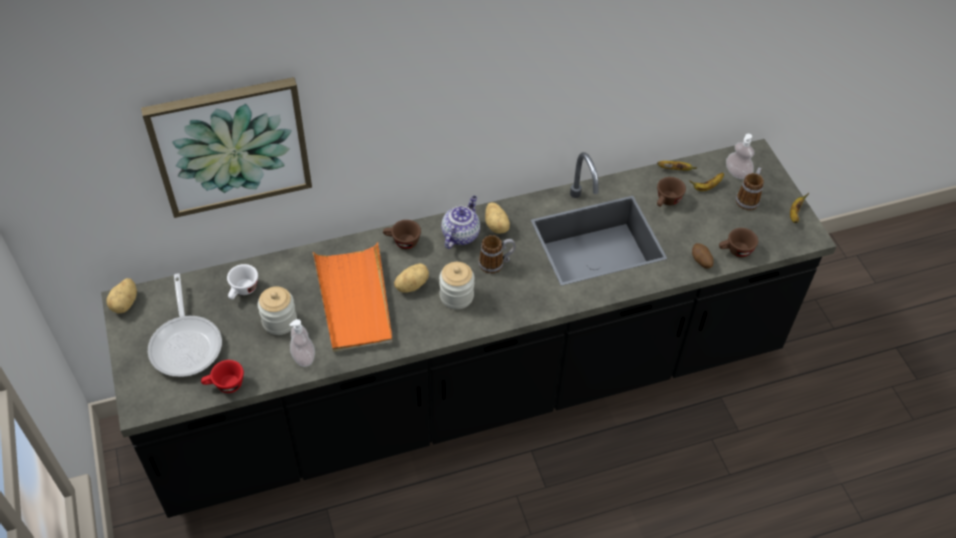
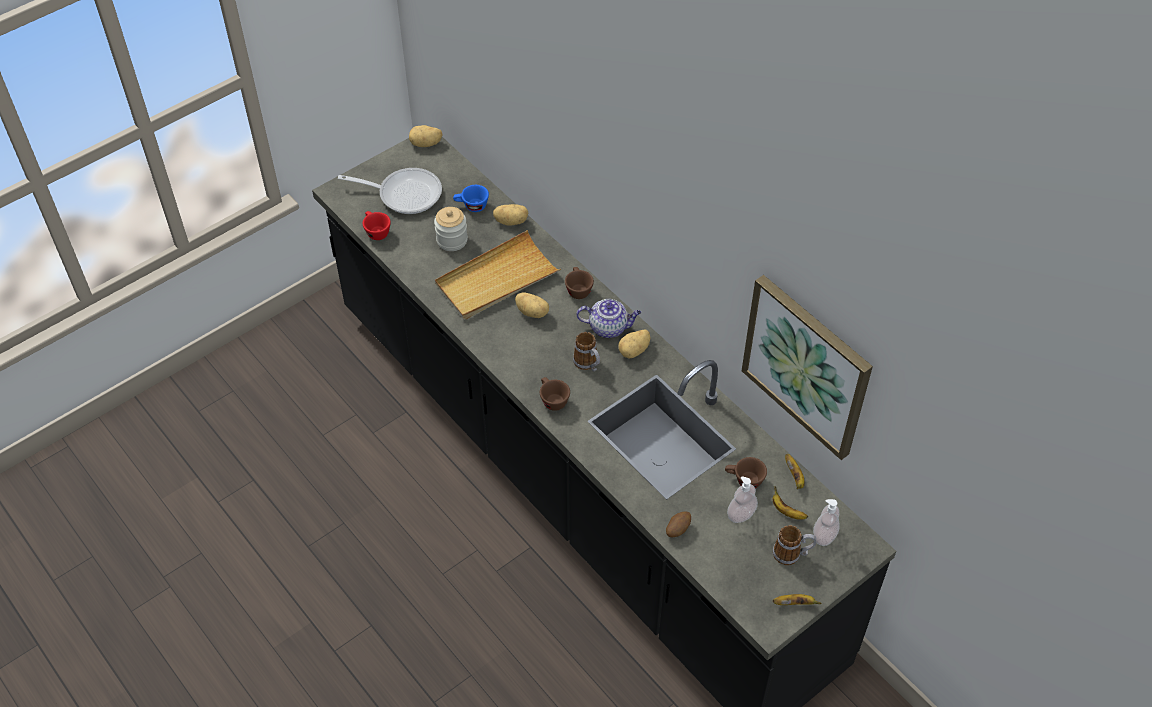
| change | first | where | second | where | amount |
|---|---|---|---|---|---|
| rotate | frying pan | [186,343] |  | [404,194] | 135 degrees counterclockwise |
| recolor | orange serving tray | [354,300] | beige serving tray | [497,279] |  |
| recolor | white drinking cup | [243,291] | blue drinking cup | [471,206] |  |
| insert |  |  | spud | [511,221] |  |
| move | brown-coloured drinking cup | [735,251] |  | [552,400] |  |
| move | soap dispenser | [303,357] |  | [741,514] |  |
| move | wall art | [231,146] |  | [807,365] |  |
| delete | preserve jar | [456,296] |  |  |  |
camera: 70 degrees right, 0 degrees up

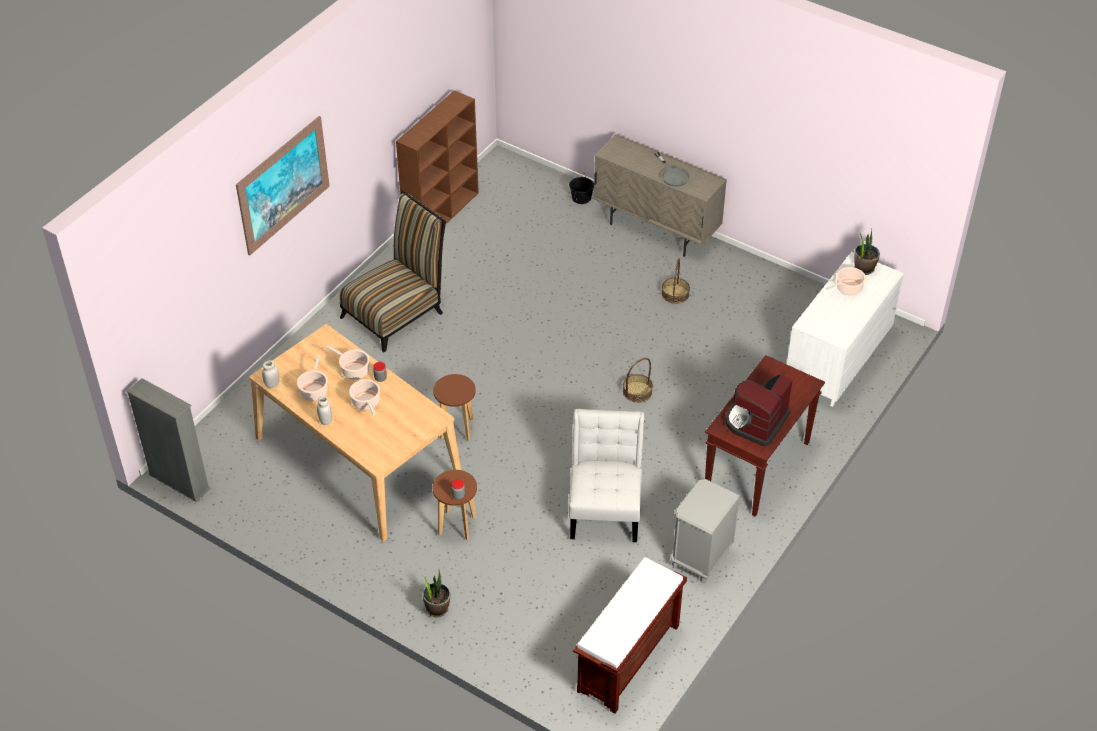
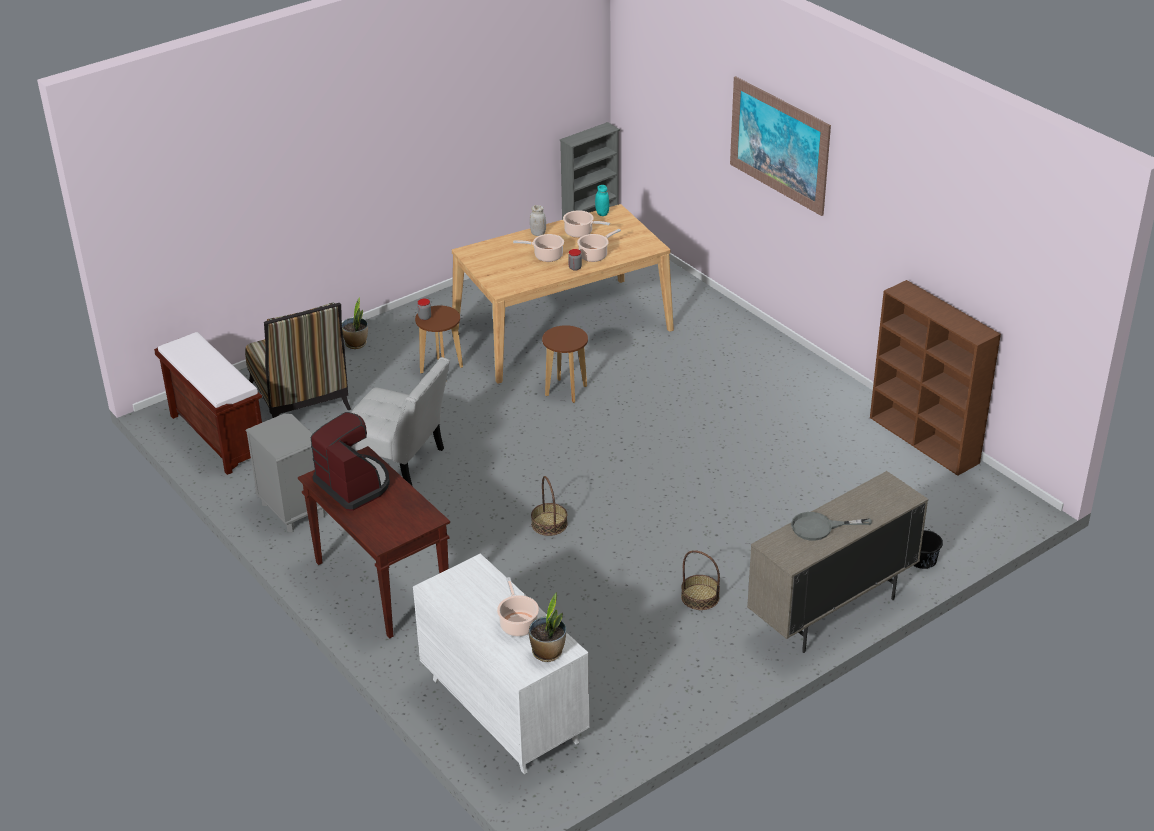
| change | first | where | second | where | amount |
|---|---|---|---|---|---|
| move | chair | [397,312] |  | [301,400] |  |
| recolor | white preserve jar | [272,384] | blue-green preserve jar | [602,213] |  |
camera: 110 degrees right, 10 degrees down

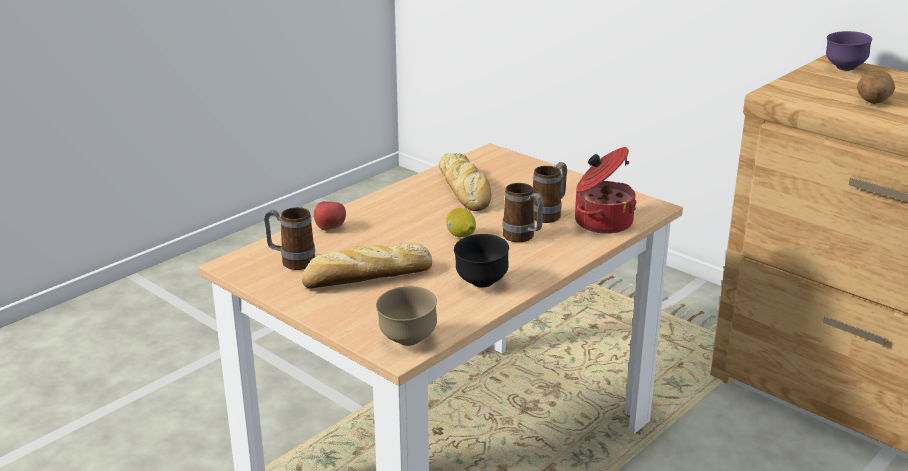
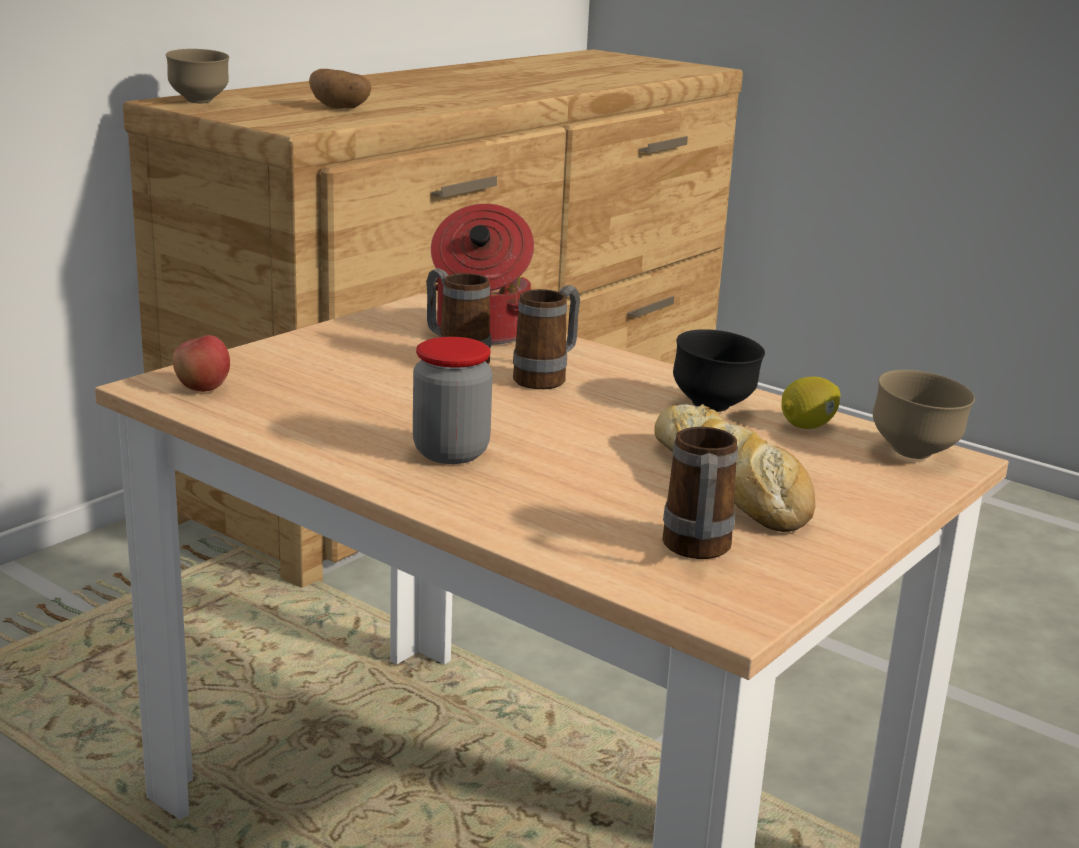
| change | first | where | second | where | amount |
|---|---|---|---|---|---|
| recolor | purplish deep dish | [844,69] | brown-coloured deep dish | [199,102] |  |
| move | whole apple | [330,228] |  | [203,388] |  |
| insert |  |  | preserve jar | [451,452] |  |
| move | whole lemon | [461,236] |  | [808,426] |  |
| delete | bread | [465,190] |  |  |  |
camera: 95 degrees left, 5 degrees down

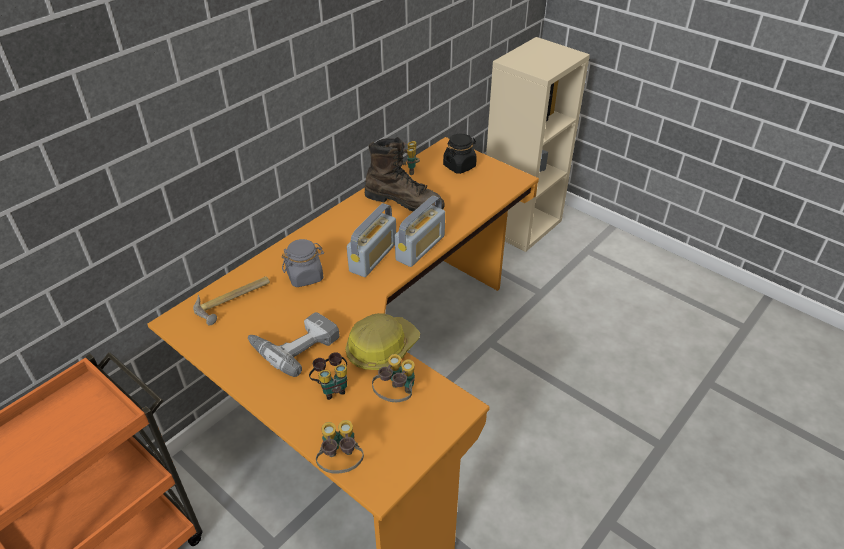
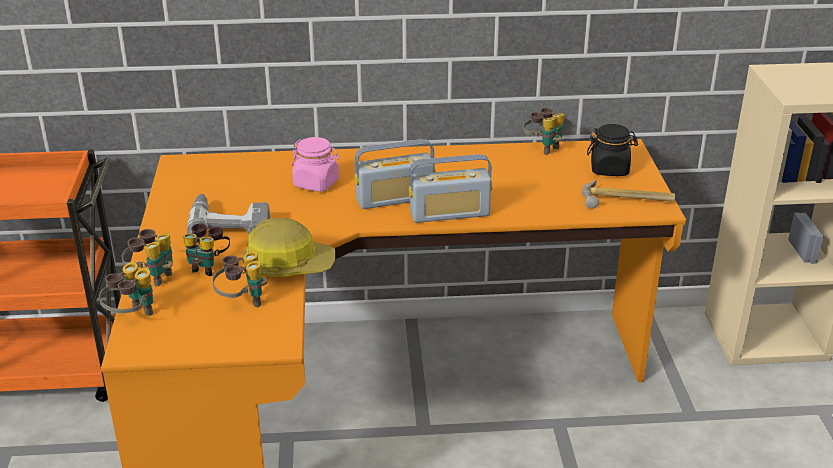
| change | first | where | second | where | amount |
|---|---|---|---|---|---|
| insert |  |  | binoculars | [152,277] |  |
| recolor | gray preserve jar | [305,276] | pinkish preserve jar | [316,183] |  |
| move | tool hammer | [234,301] |  | [627,201] |  |
| delete | brown-coloured high-top boot | [404,202] |  |  |  |
camera: 45 degrees right, 10 degrees down

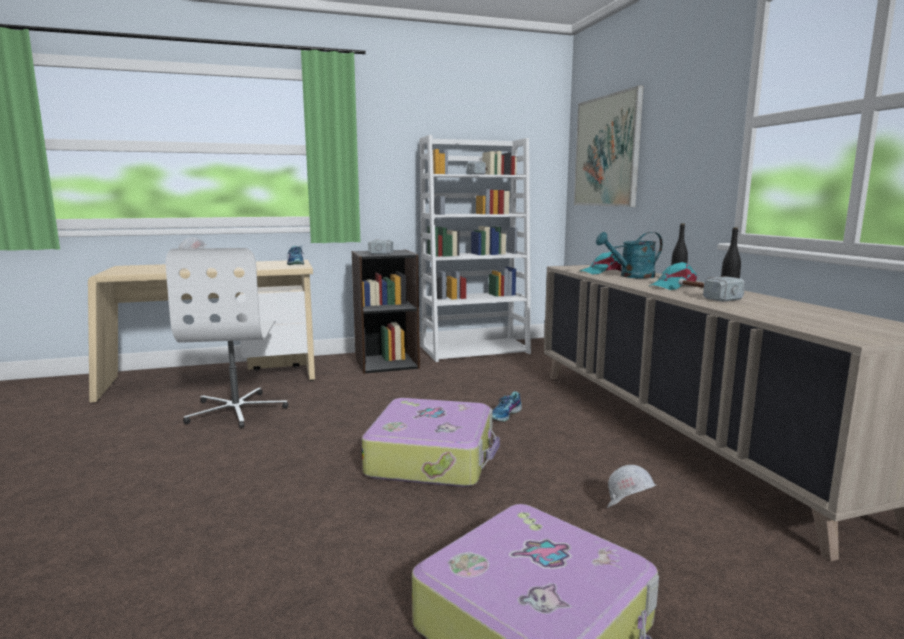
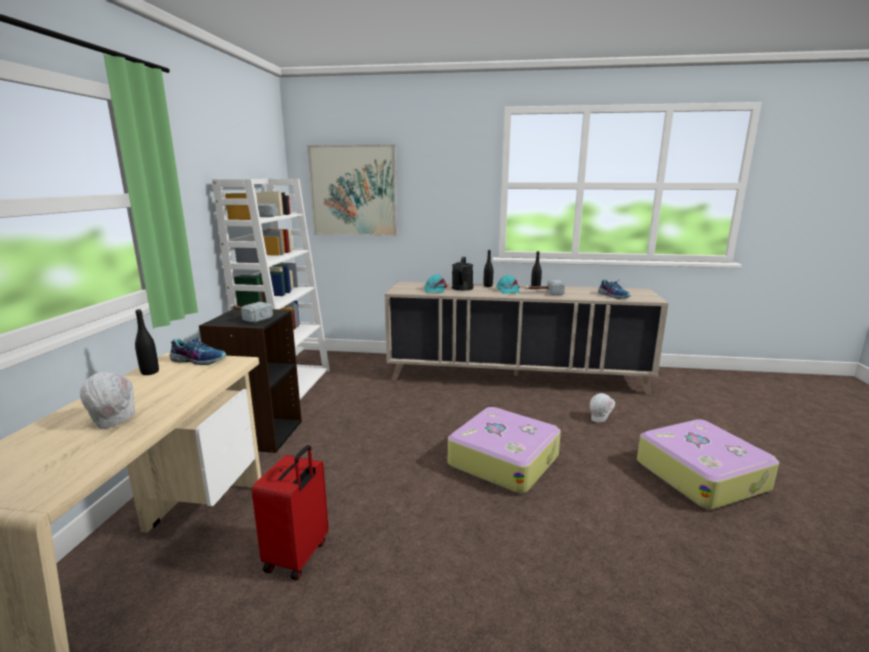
| change | first | where | second | where | amount |
|---|---|---|---|---|---|
| insert |  |  | blackish beverage bottle | [150,372] |  |
| replace | white desk chair | [237,410] | red-coloured suitcase | [298,556] |  |
| recolor | blue-green watering pot | [631,276] | blackish watering pot | [462,289] |  |
| move | low shoe | [505,415] |  | [614,295] |  |
camera: 65 degrees left, 5 degrees up

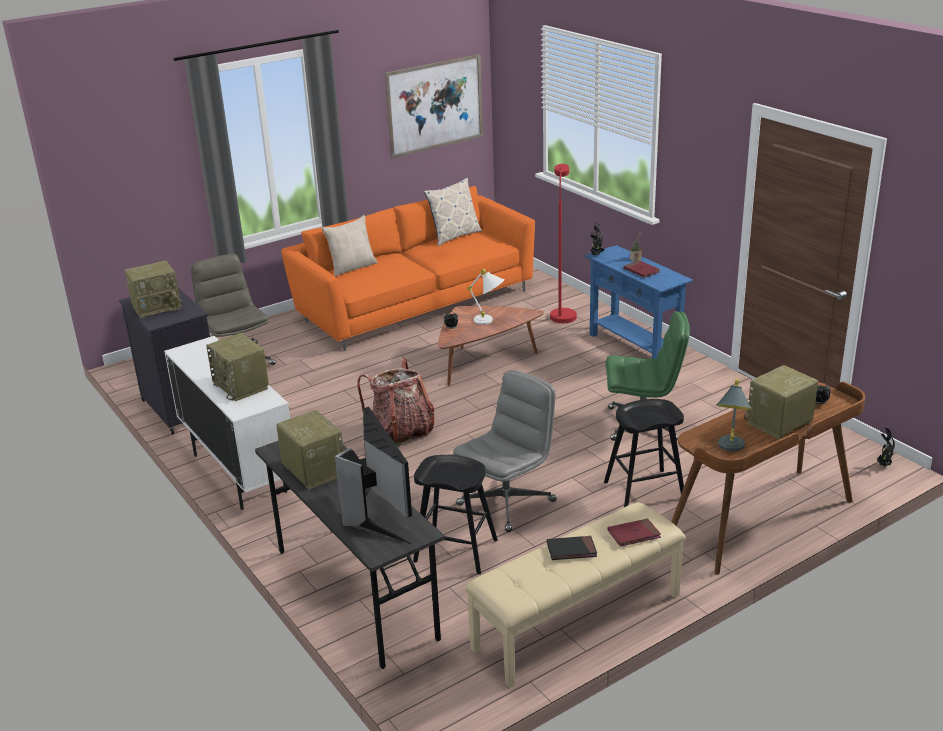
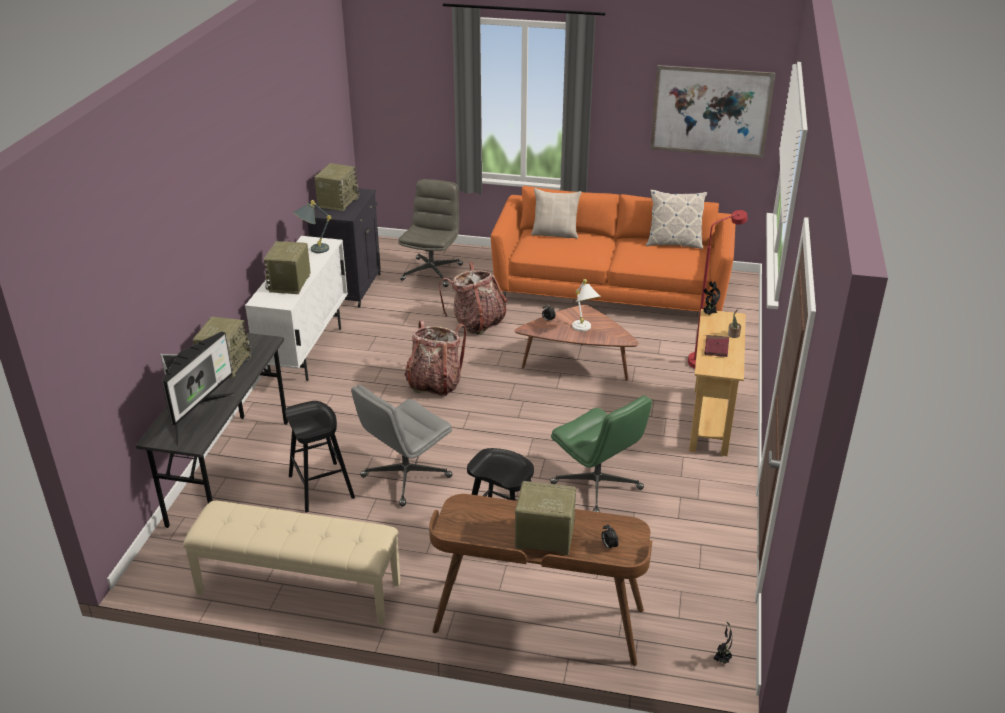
| change | first | where | second | where | amount |
|---|---|---|---|---|---|
| move | gray tabletop lamp | [730,449] |  | [313,250] |  |
| rotate | radio | [157,307] |  | [338,201] | 90 degrees counterclockwise |
| rotate | gray desk chair | [507,502] |  | [405,477] | 135 degrees clockwise |
| insert |  |  | backpack | [477,323] |  |
| recolor | blue hall table | [634,347] | beige hall table | [710,421] |  |
| delete | blackish book | [571,550] |  |  |  |
| delete | red-coloured book | [634,534] |  |  |  |
camera: 45 degrees right, 5 degrees up

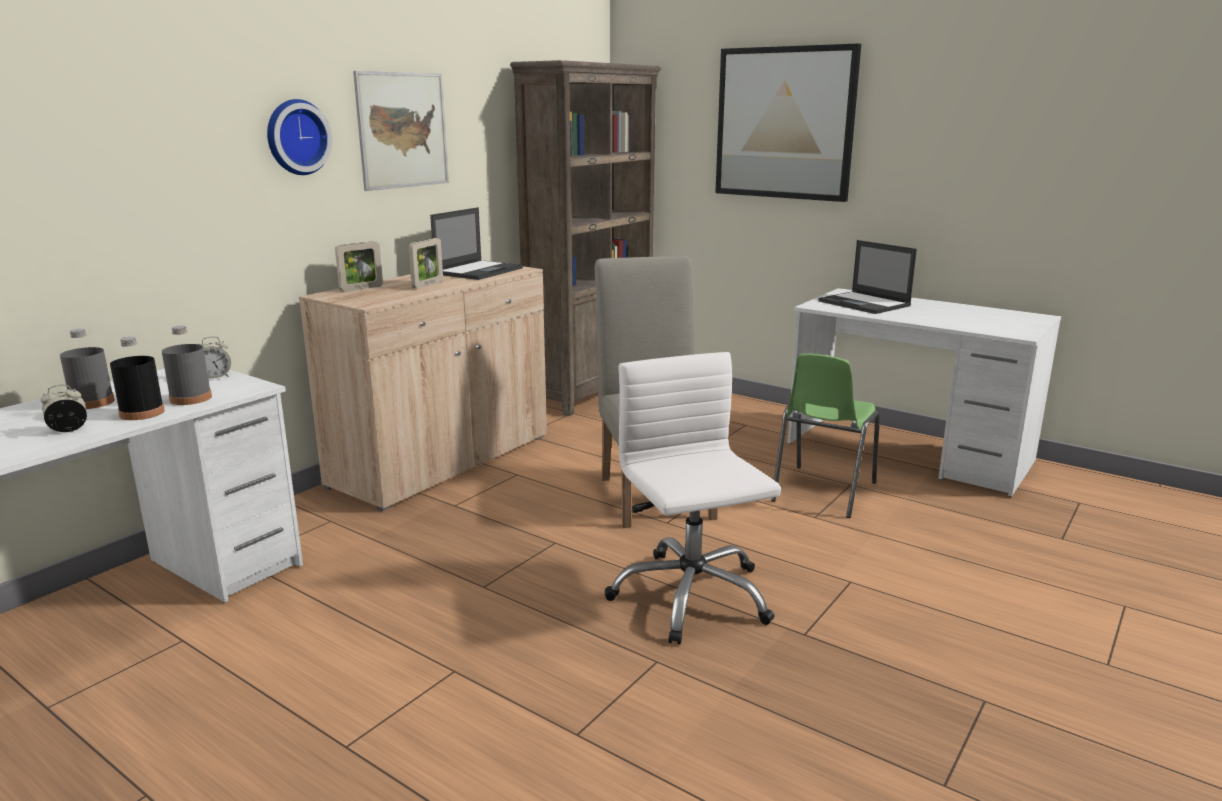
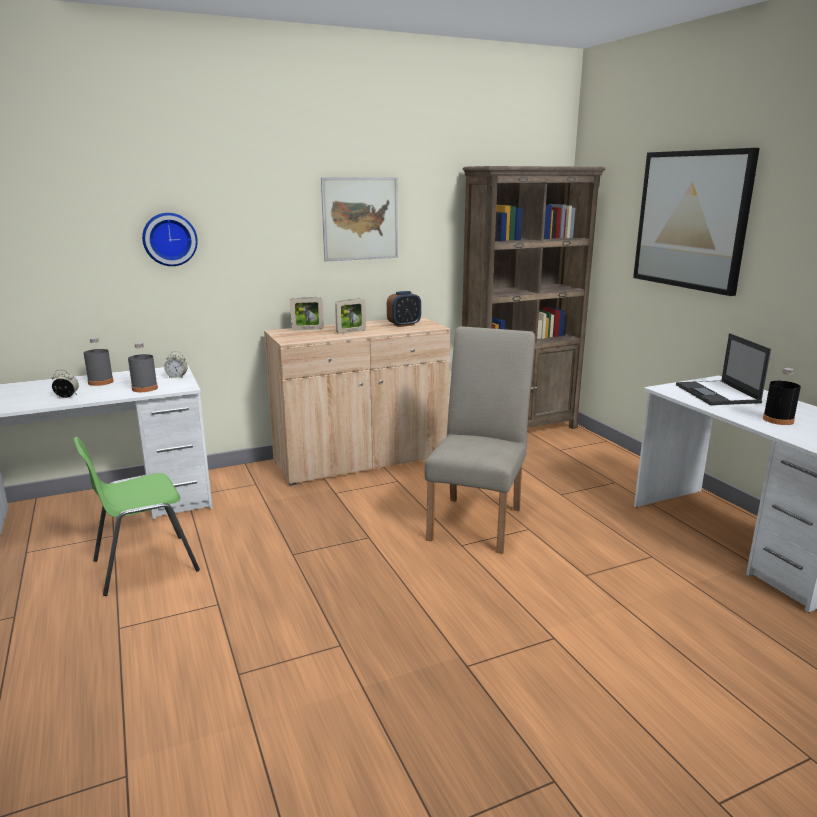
| change | first | where | second | where | amount |
|---|---|---|---|---|---|
| move | greenish chair | [822,492] |  | [144,565] |  |
| move | hanging clock | [296,137] |  | [169,239] |  |
| replace | portable computer | [479,271] | alarm clock | [404,325] |  |
| move | blackish beverage bottle | [142,413] |  | [778,420] |  |
| delete | white desk chair | [690,596] |  |  |  |
camera: 30 degrees right, 0 degrees up

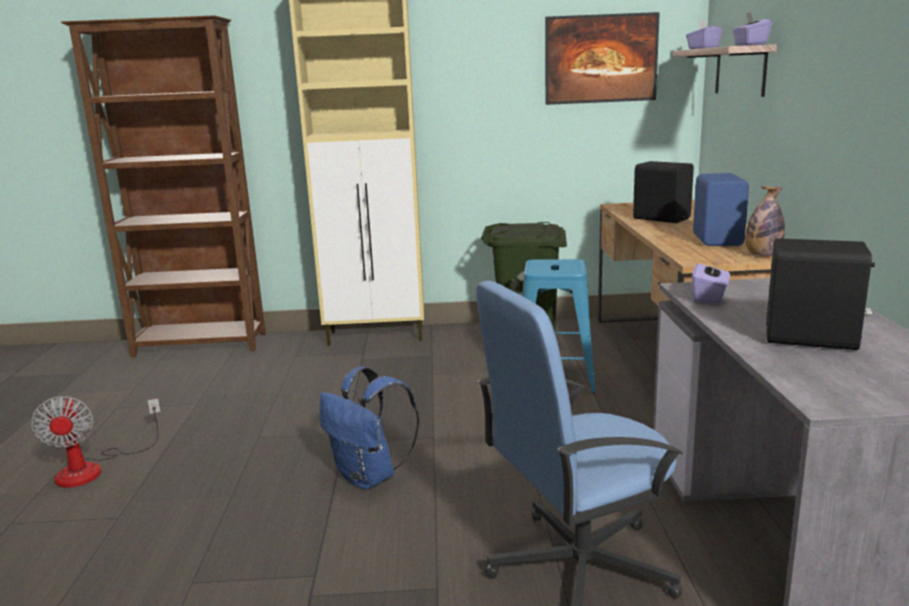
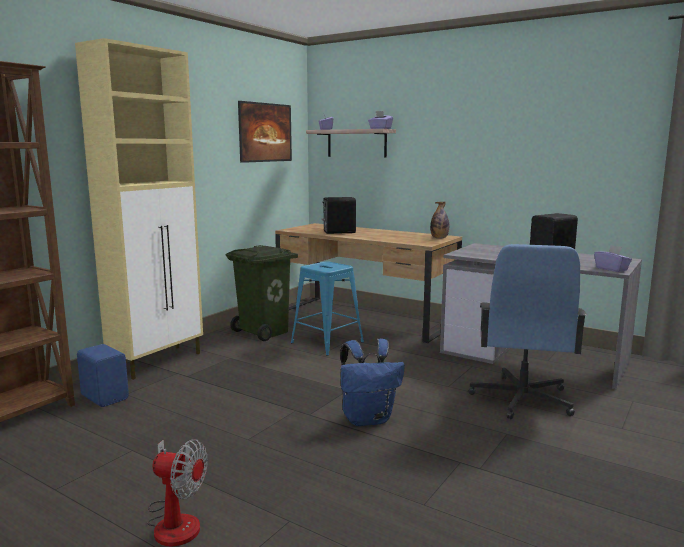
| change | first | where | second | where | amount |
|---|---|---|---|---|---|
| move | blue speaker | [719,240] |  | [105,397] |  |
| move | purplish box of tissues | [709,297] |  | [611,269] |  |
camera: 55 degrees left, 5 degrees down

